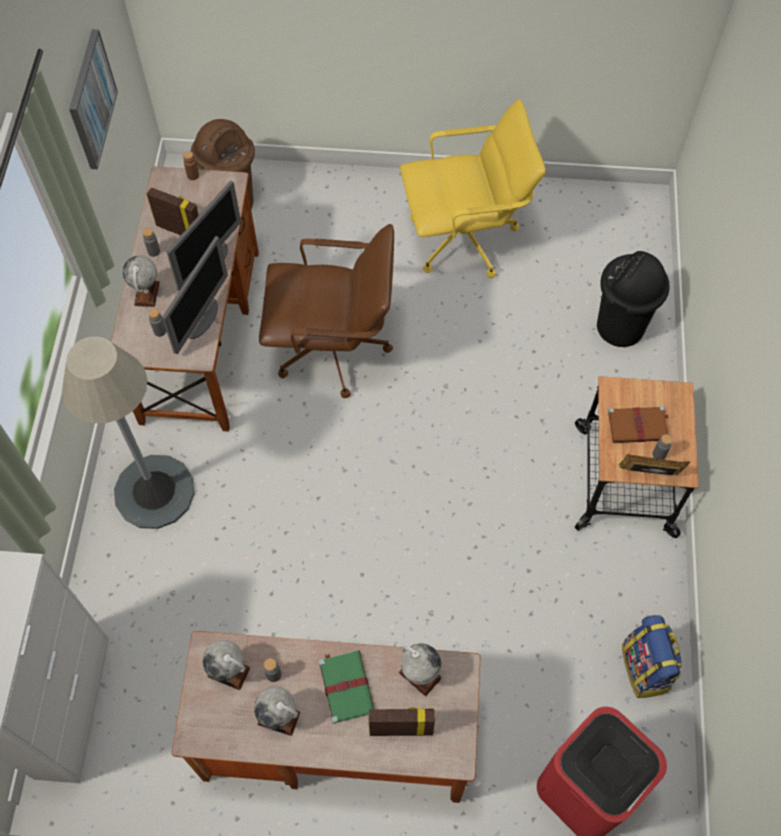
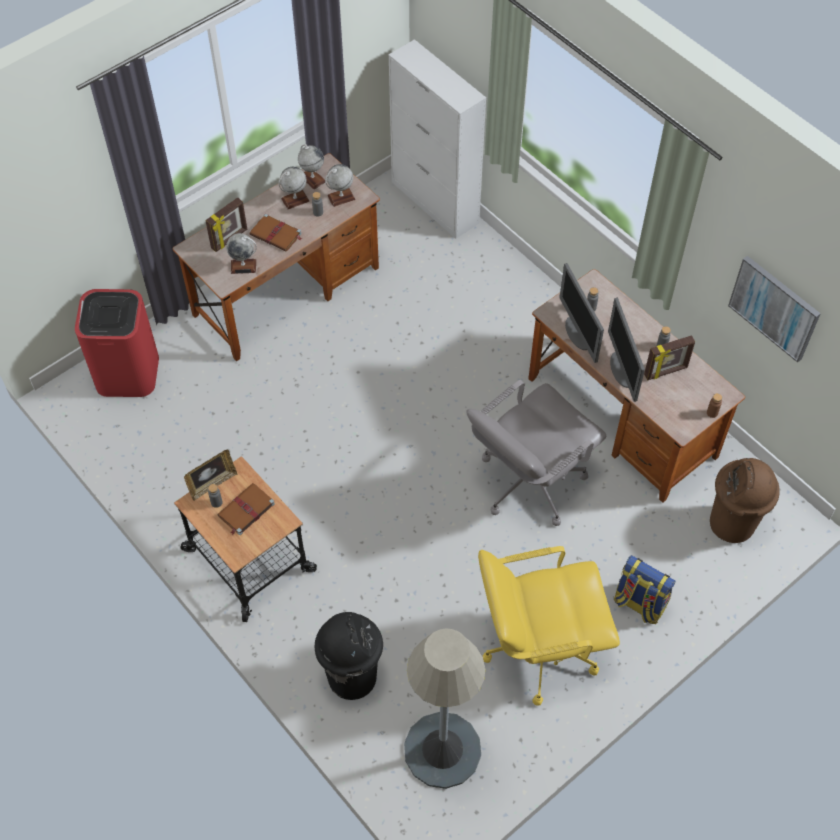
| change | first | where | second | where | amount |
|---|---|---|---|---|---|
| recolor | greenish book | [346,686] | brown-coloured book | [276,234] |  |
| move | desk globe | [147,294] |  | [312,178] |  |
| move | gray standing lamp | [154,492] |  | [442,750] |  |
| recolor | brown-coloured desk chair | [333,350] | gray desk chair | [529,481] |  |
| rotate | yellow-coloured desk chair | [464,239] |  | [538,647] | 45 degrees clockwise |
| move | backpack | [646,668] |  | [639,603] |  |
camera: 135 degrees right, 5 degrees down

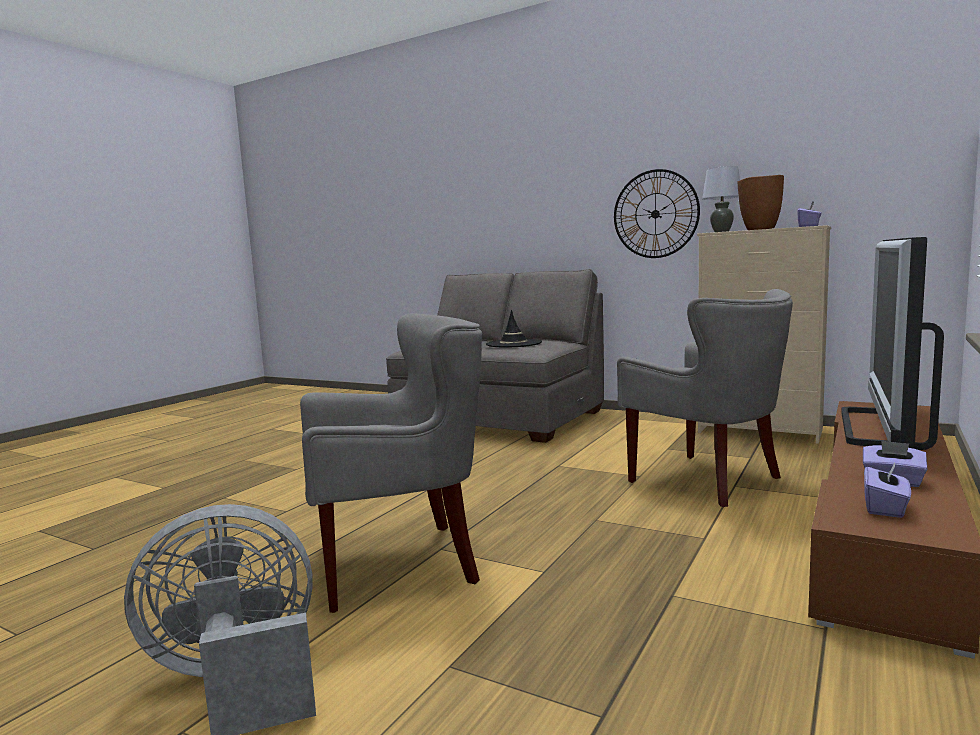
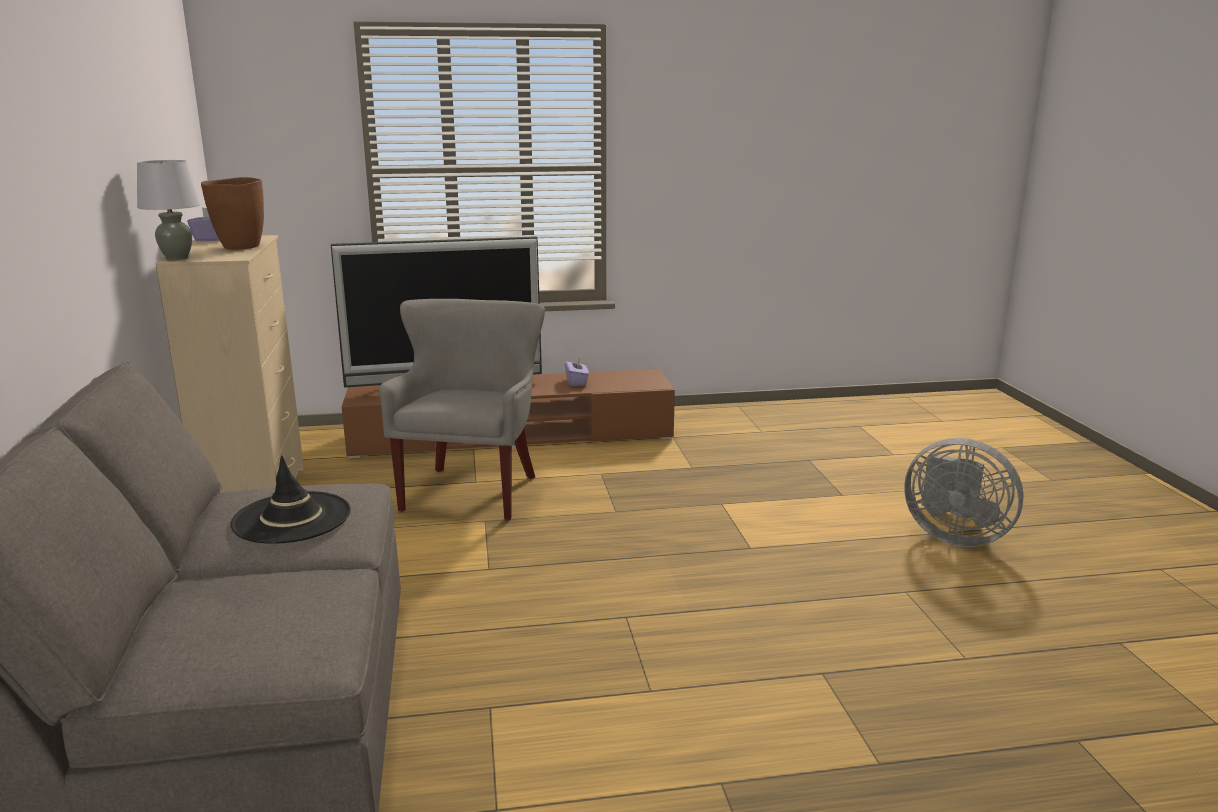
| change | first | where | second | where | amount |
|---|---|---|---|---|---|
| delete | gray lounge chair | [401,564] |  |  |  |
| delete | hanging clock | [655,214] |  |  |  |
| delete | purplish box of tissues | [885,508] |  |  |  |
camera: 130 degrees left, 10 degrees up

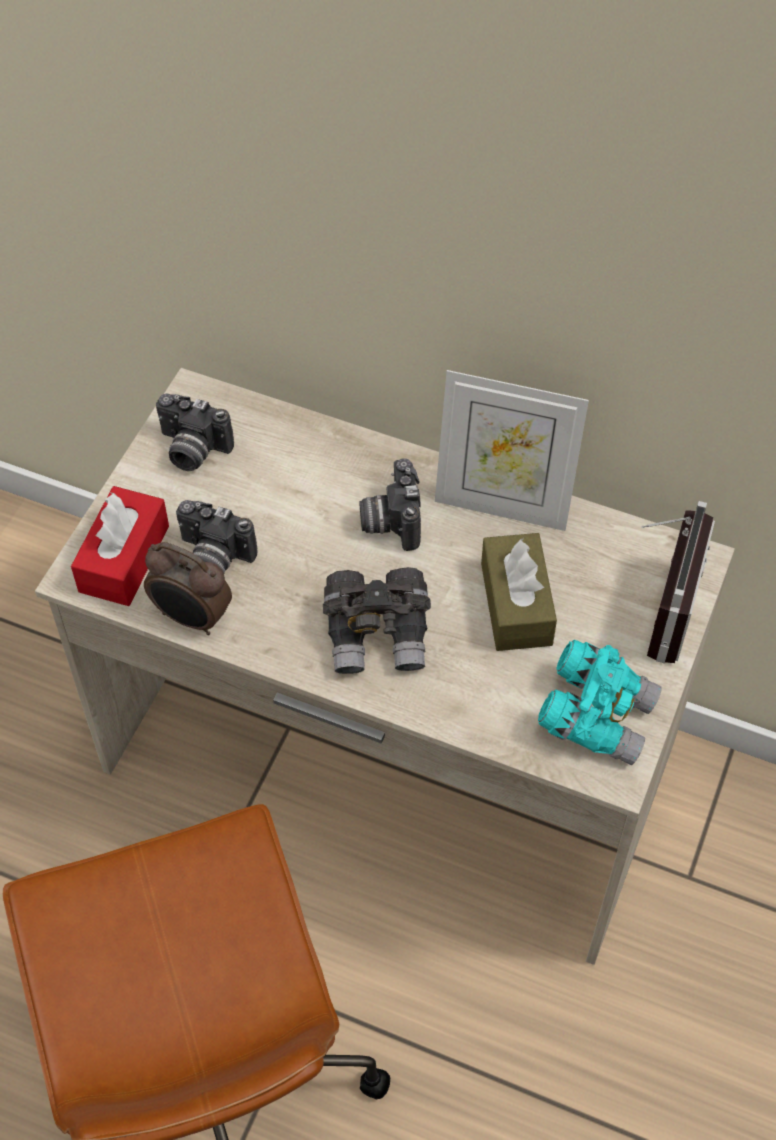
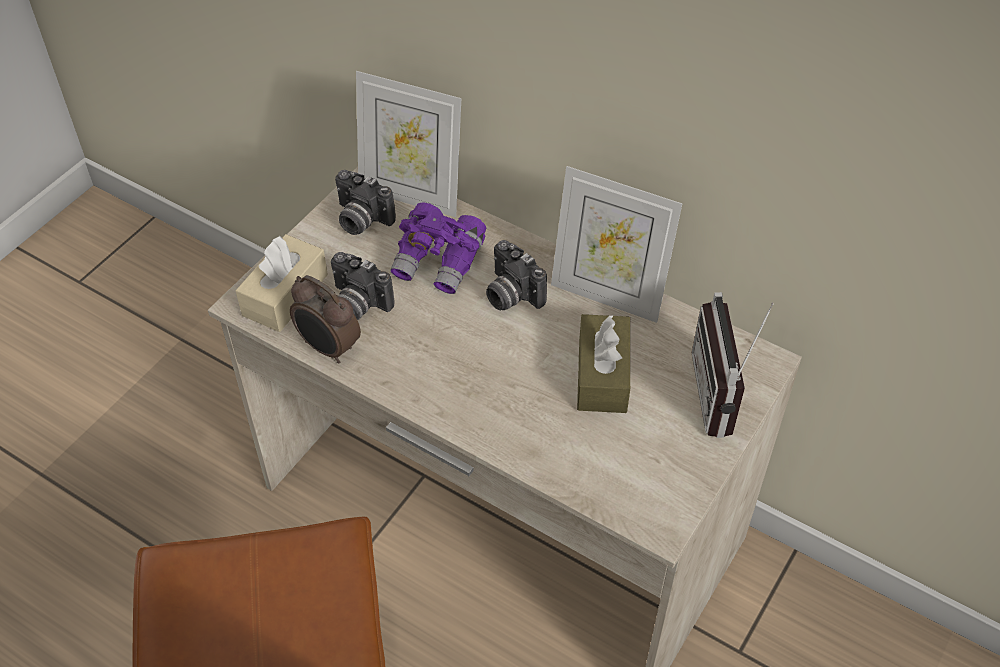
| change | first | where | second | where | amount |
|---|---|---|---|---|---|
| recolor | red-coloured box of tissues | [124,558] | beige box of tissues | [285,295] |  |
| insert |  |  | picture frame | [411,195] |  |
| insert |  |  | purplish binoculars | [439,262] |  |
| rotate | still camera | [390,520] |  | [510,295] | 45 degrees counterclockwise |
| rotate | radio | [658,608] |  | [725,395] | 150 degrees clockwise |
| delete | gray binoculars | [378,634] |  |  |  |
| delete | blue-green binoculars | [596,715] |  |  |  |
camera: 10 degrees right, 5 degrees down

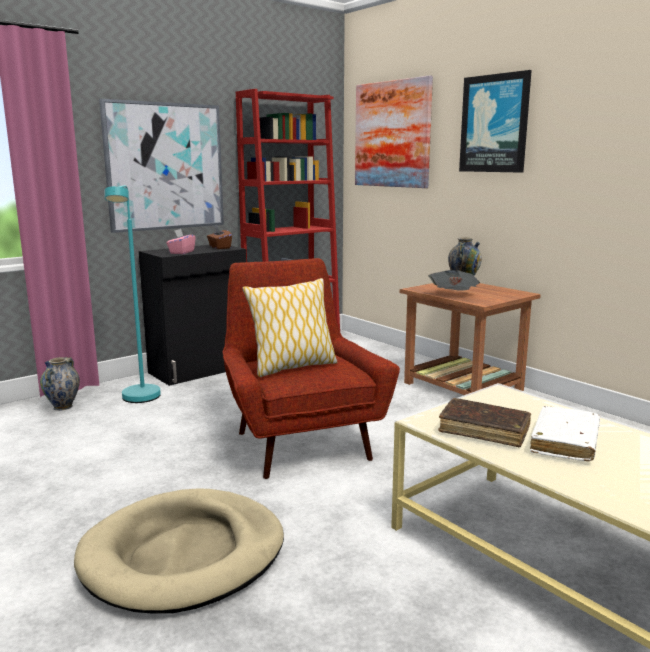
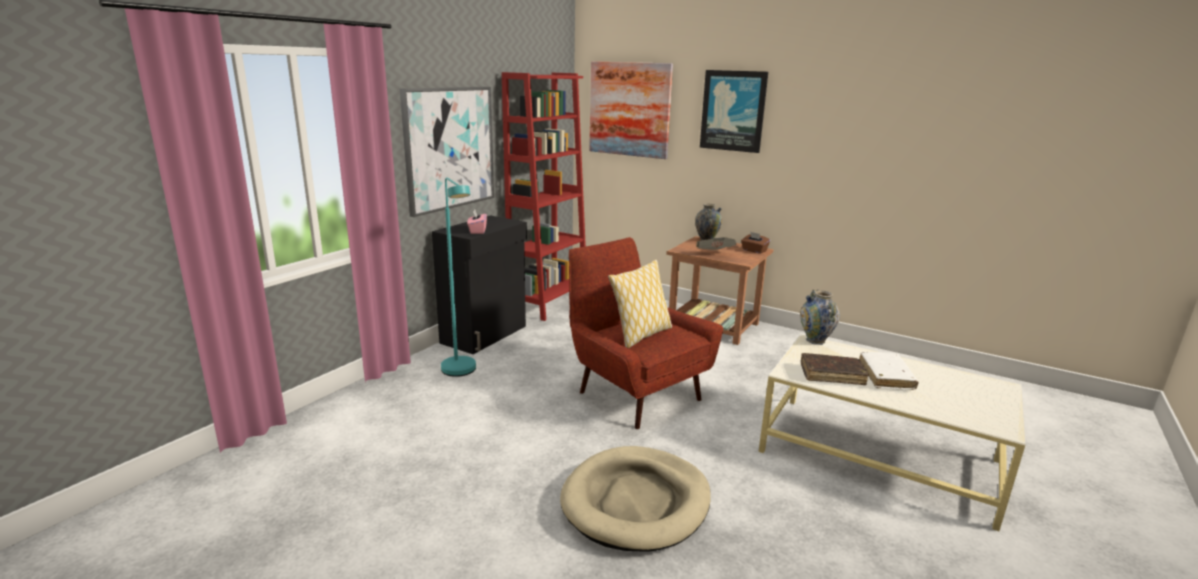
| change | first | where | second | where | amount |
|---|---|---|---|---|---|
| move | brown-coloured box of tissues | [219,247] |  | [754,251] |  |
| move | vase | [63,407] |  | [815,341] |  |
camera: 20 degrees left, 5 degrees up

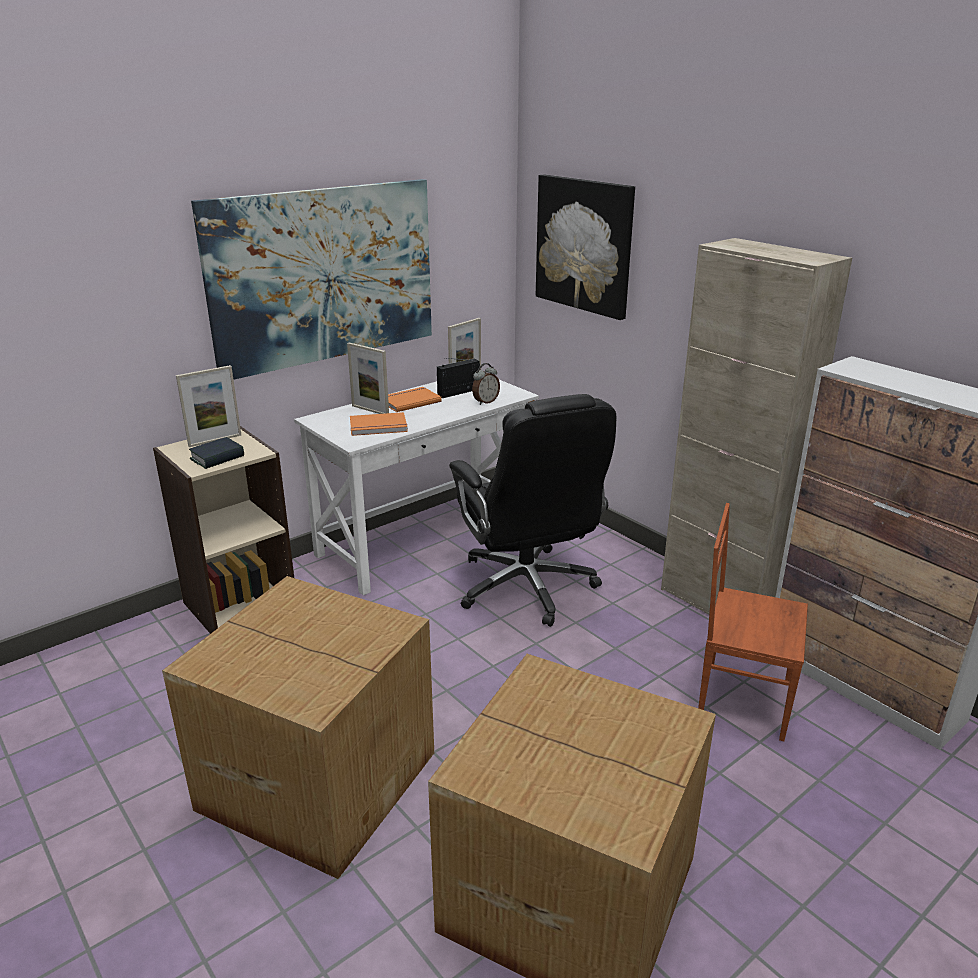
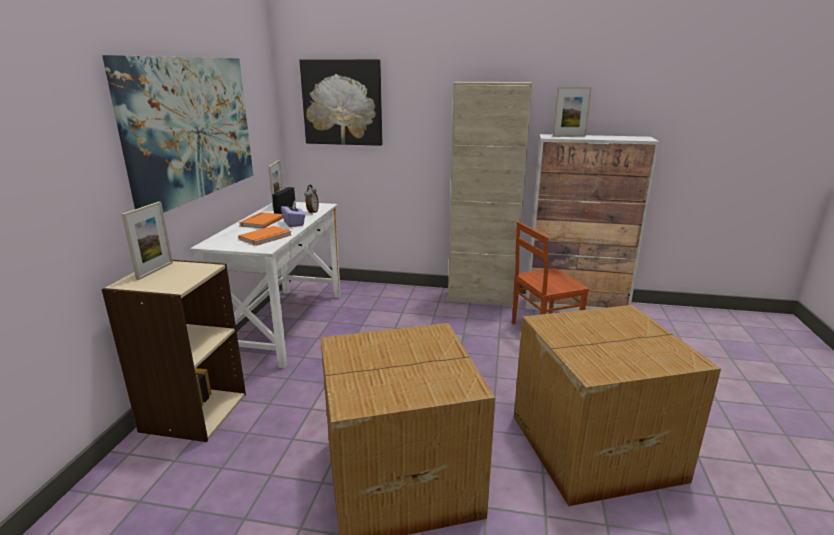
| change | first | where | second | where | amount |
|---|---|---|---|---|---|
| insert |  |  | purplish box of tissues | [294,223] |  |
| move | picture frame | [370,410] |  | [569,136] |  |
| delete | book | [217,458] |  |  |  |
| delete | blackish desk chair | [527,587] |  |  |  |
camera: 40 degrees left, 5 degrees down

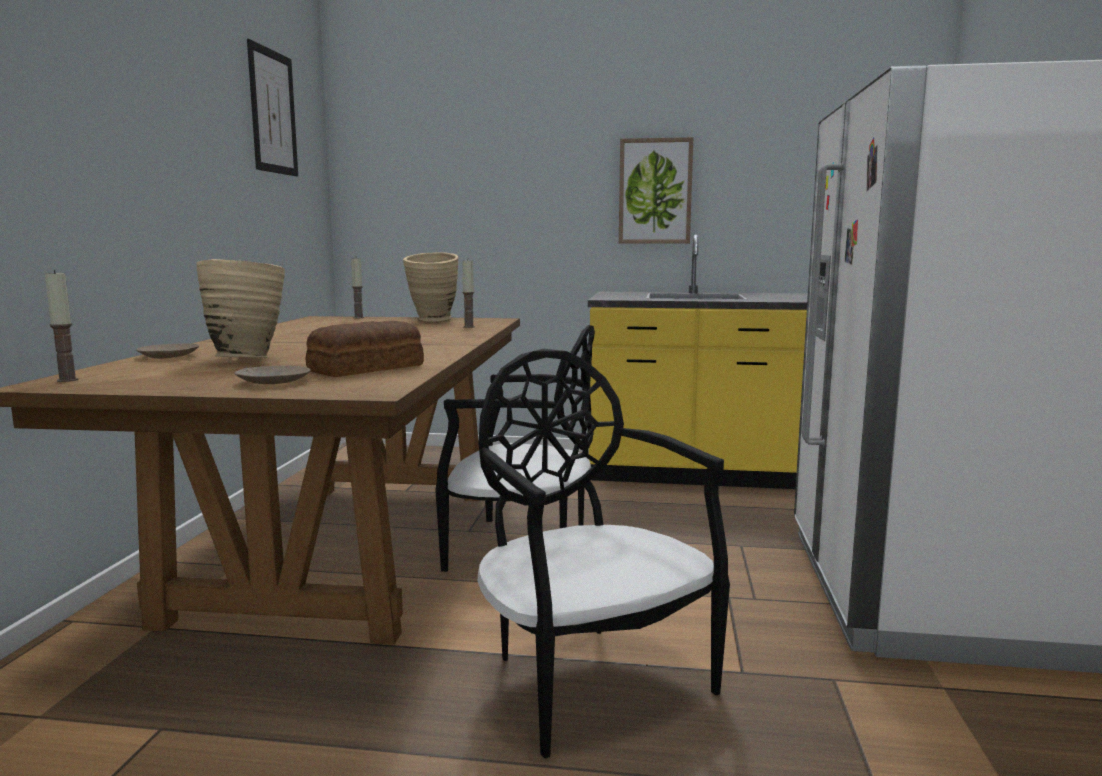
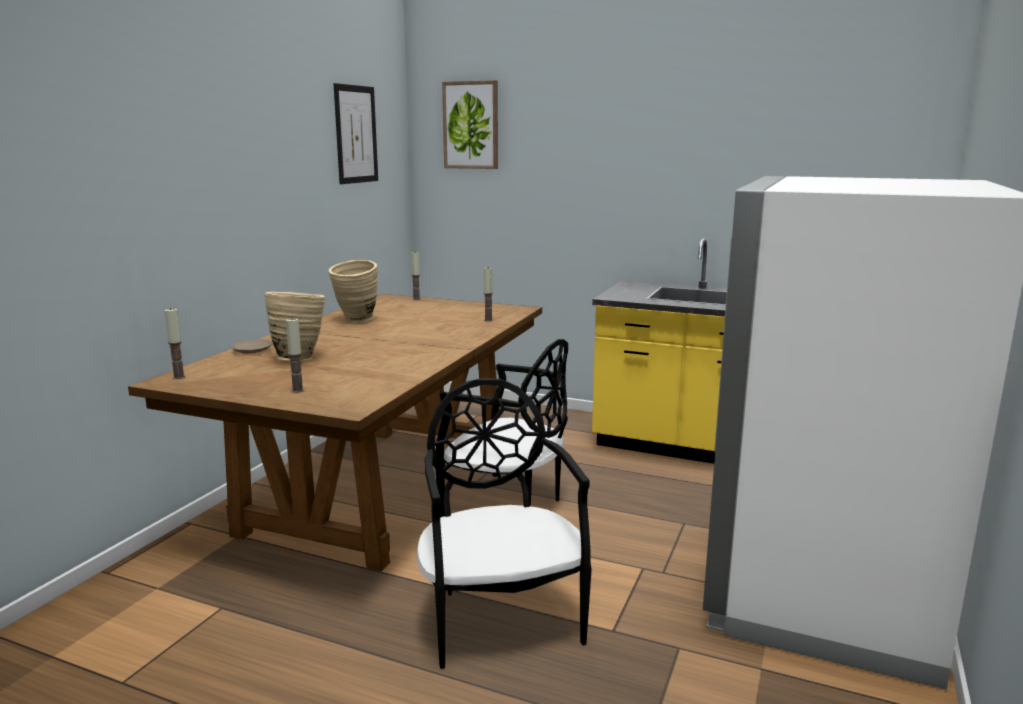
| change | first | where | second | where | amount |
|---|---|---|---|---|---|
| replace | beige plate | [273,382] | wax candle | [297,390] |  |
| move | beige vase | [433,320] |  | [356,321] |  |
| move | wall art | [655,191] |  | [471,125] |  |
| delete | bread | [369,368] |  |  |  |
camera: 15 degrees right, 5 degrees up

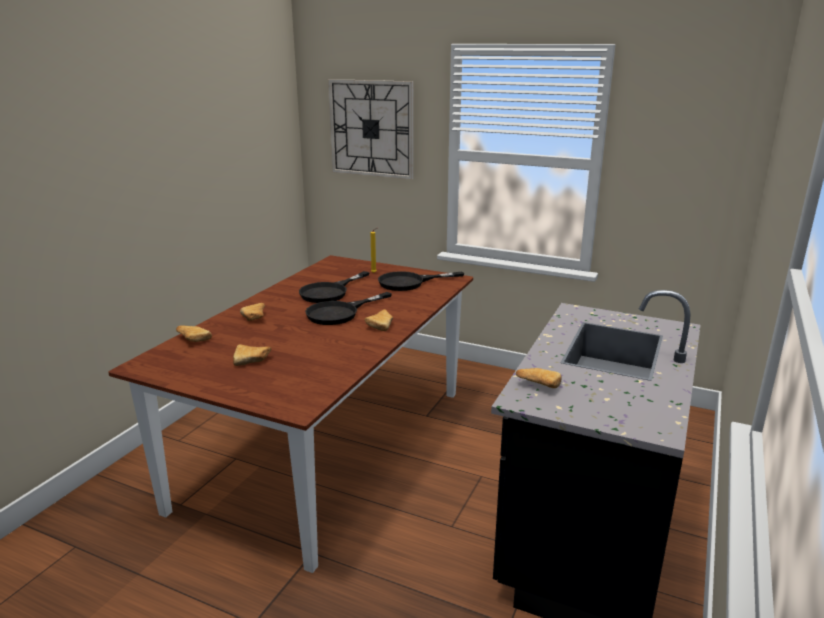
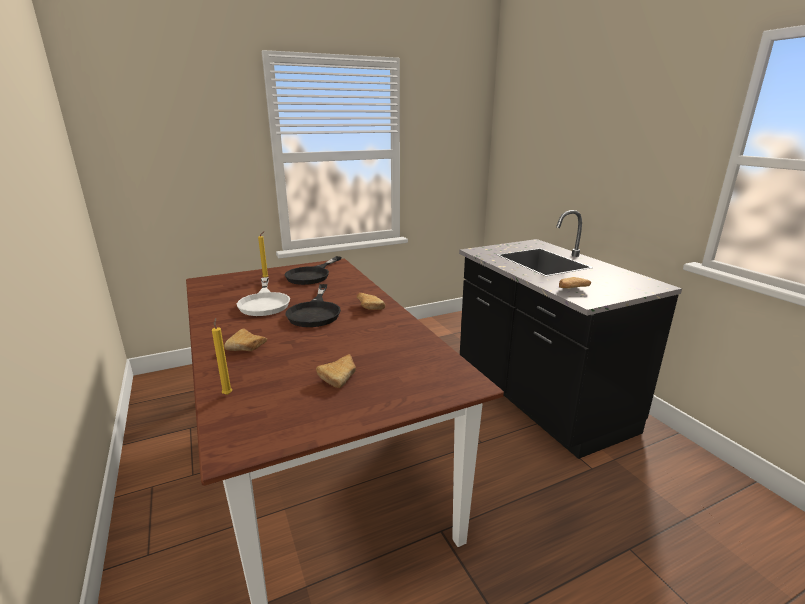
| change | first | where | second | where | amount |
|---|---|---|---|---|---|
| replace | bread | [192,339] | yellow-coloured wax candle | [227,393] |  |
| recolor | blackish frying pan | [329,292] | white frying pan | [264,302] |  |
| delete | hanging clock | [371,128] |  |  |  |
camera: 50 degrees left, 0 degrees up

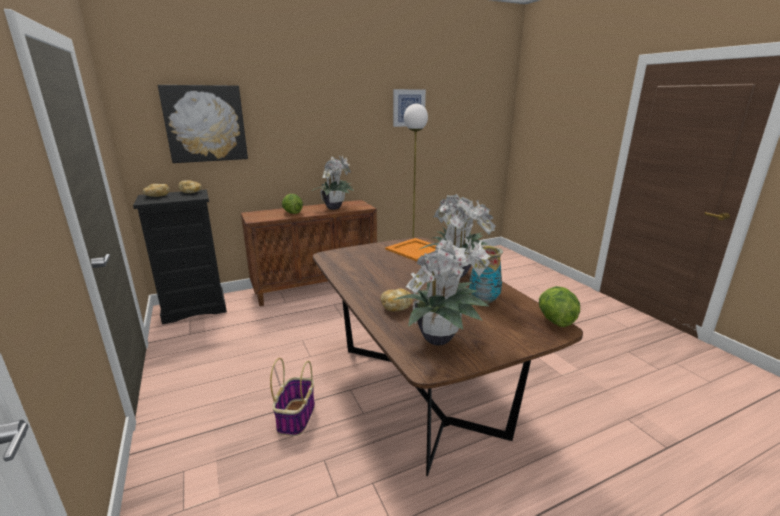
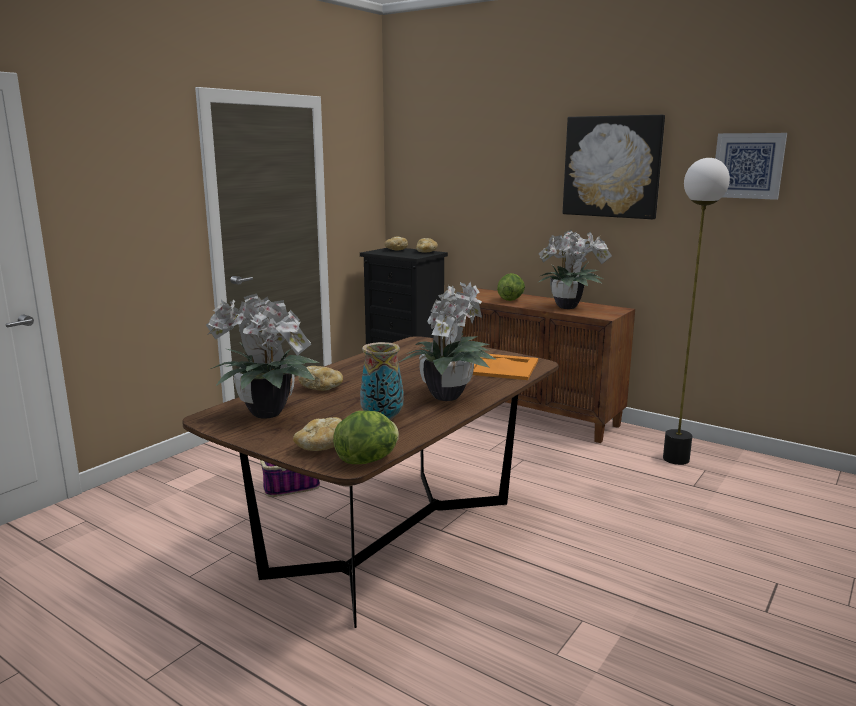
| change | first | where | second | where | amount |
|---|---|---|---|---|---|
| insert |  |  | bread | [321,447] |  |
| move | wall art | [205,124] |  | [612,167] |  |
camera: 60 degrees right, 5 degrees down

